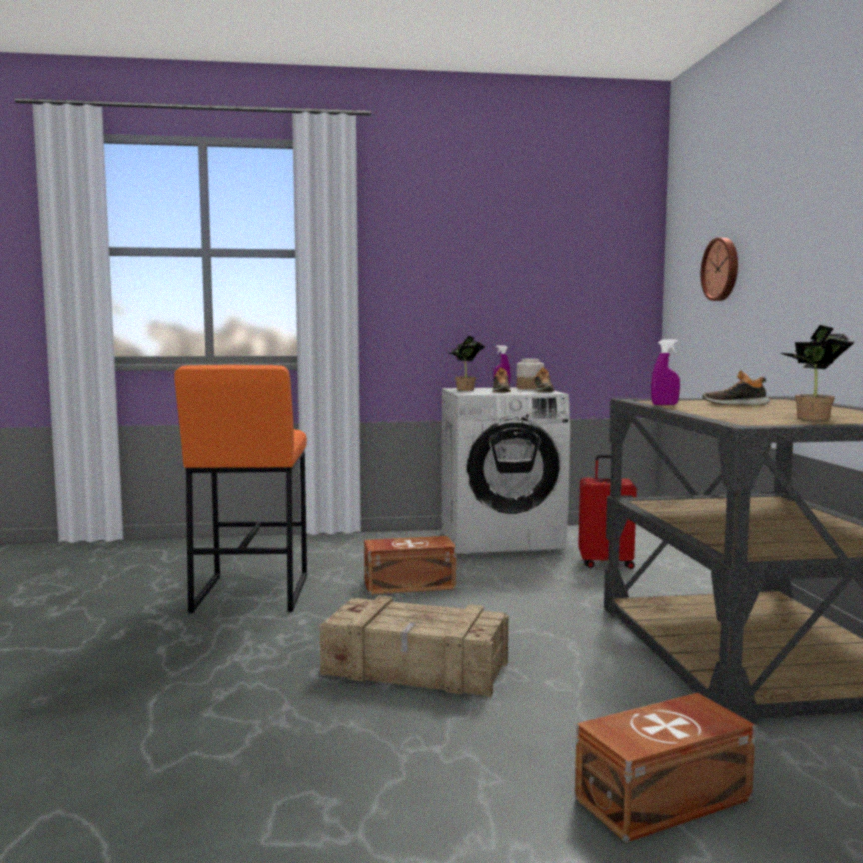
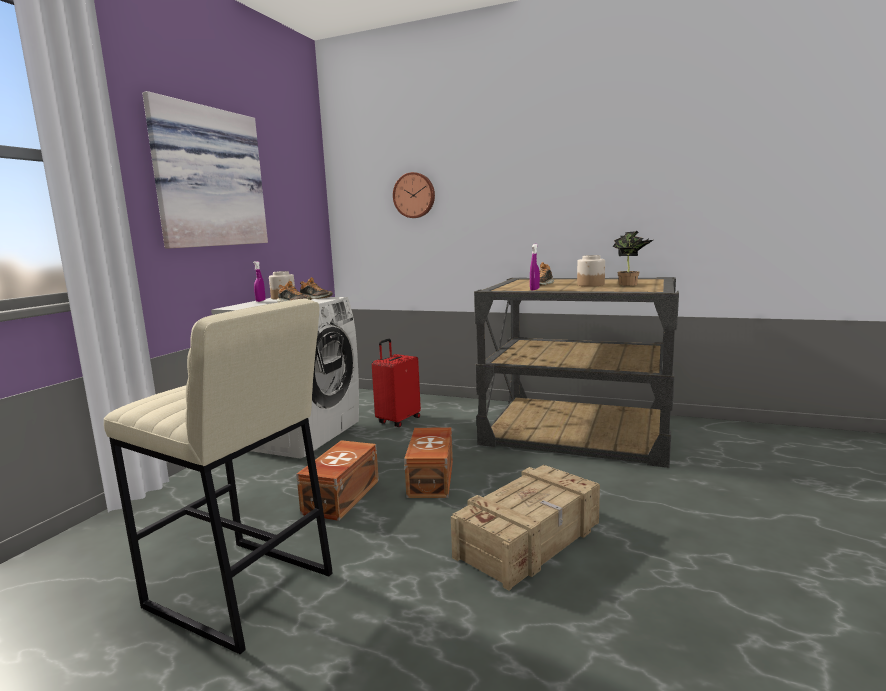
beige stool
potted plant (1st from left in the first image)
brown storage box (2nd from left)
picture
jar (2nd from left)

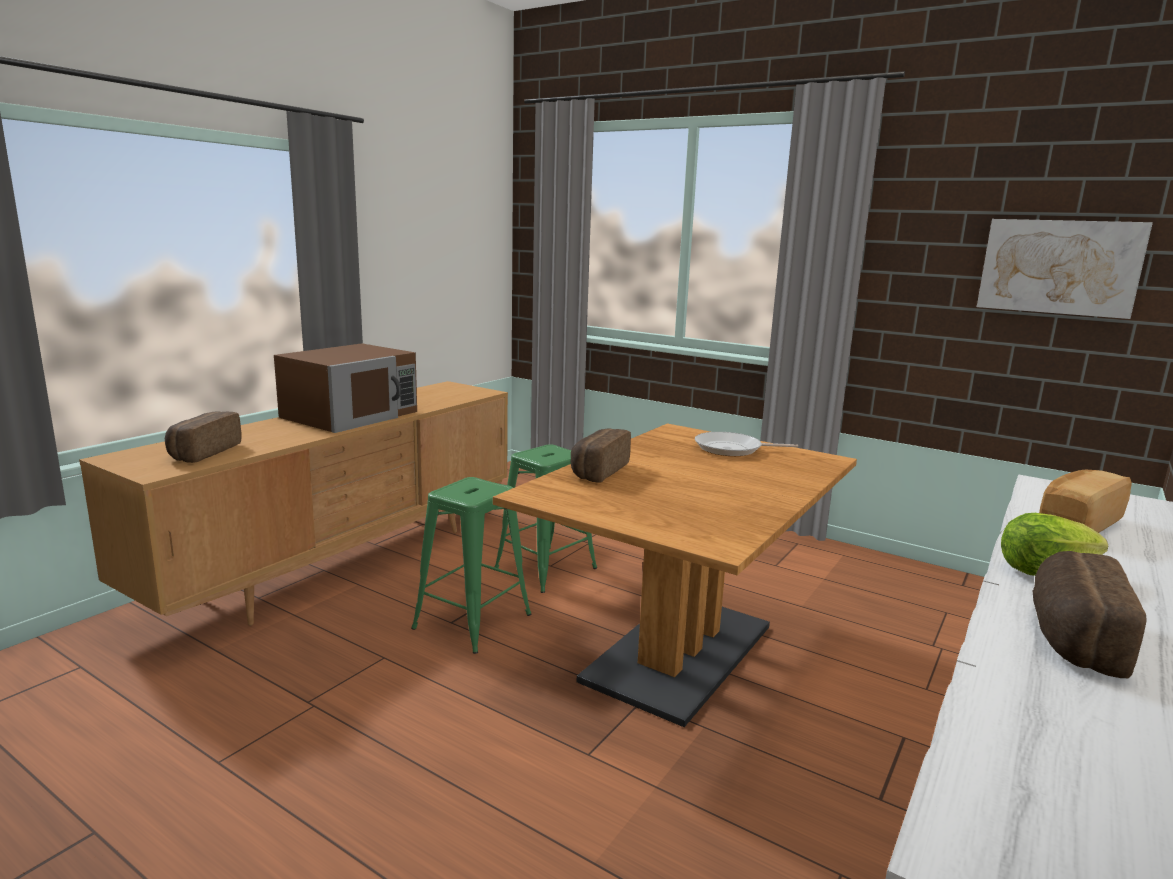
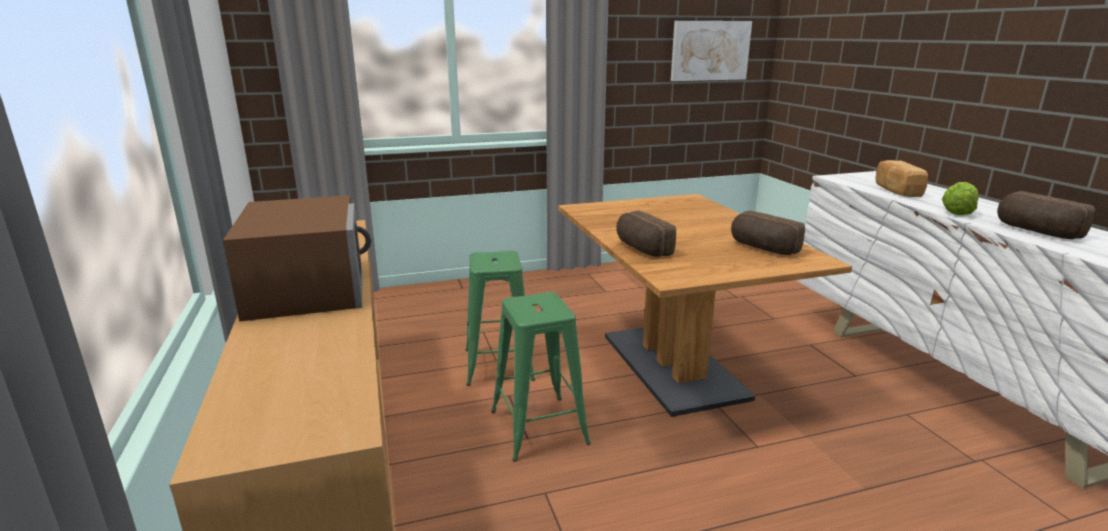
bread (2nd from left)
frying pan

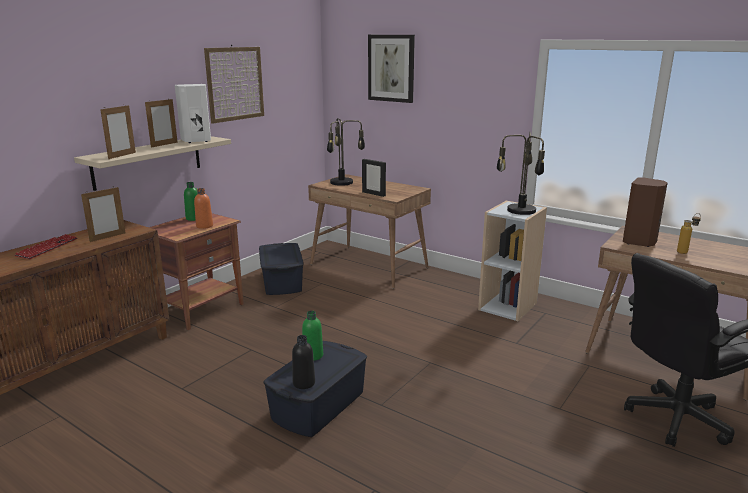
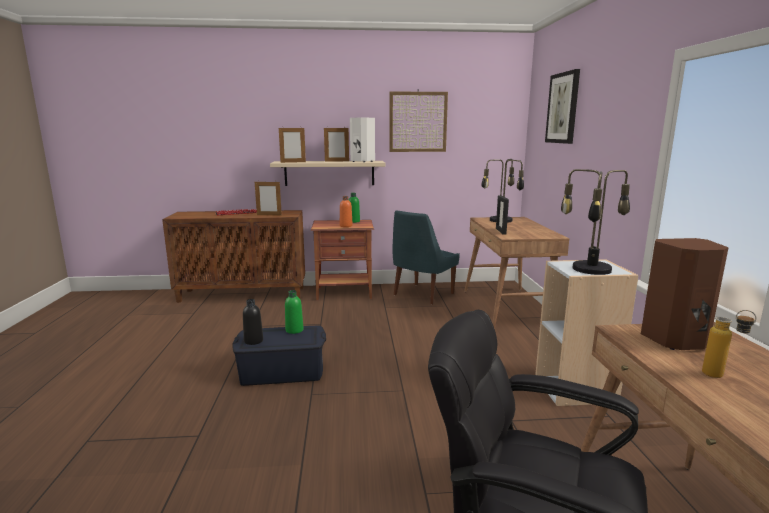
blue chair

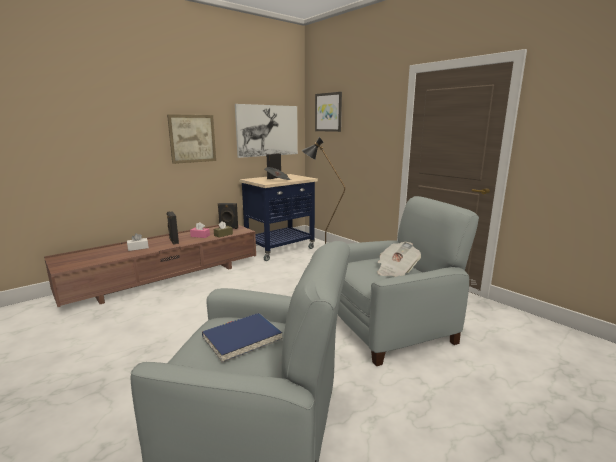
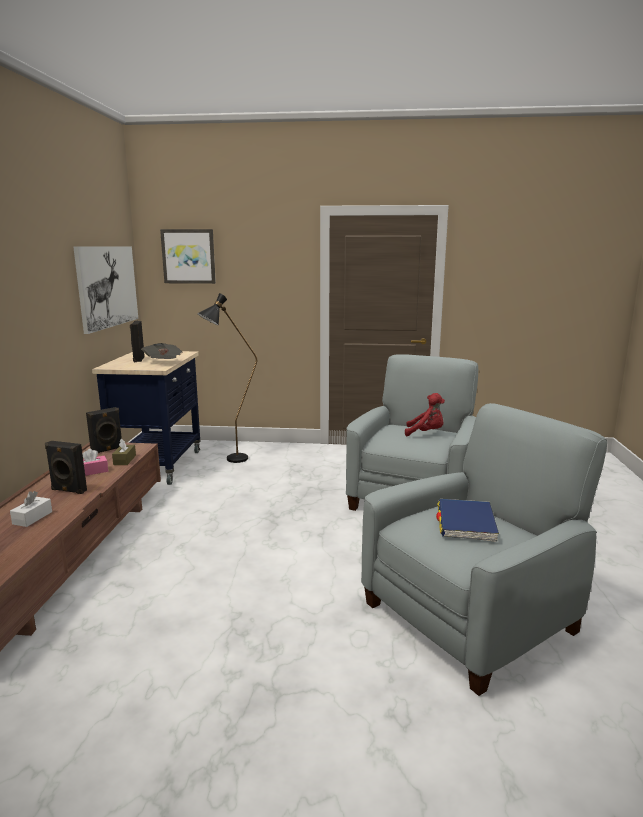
picture (1st from left in the first image)
red plush toy

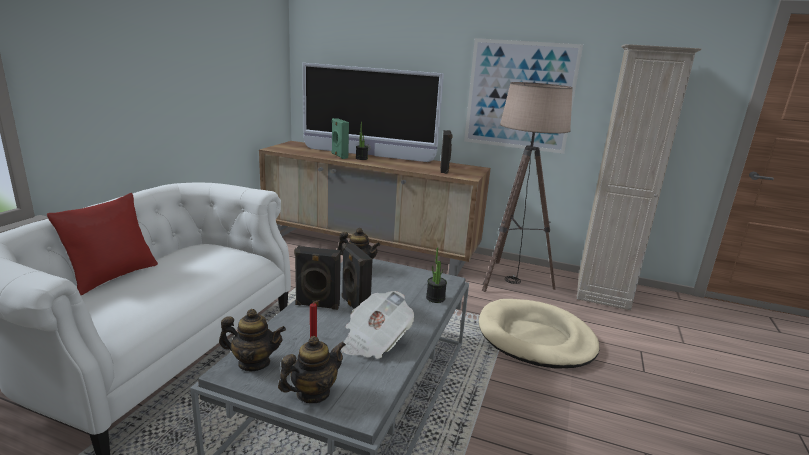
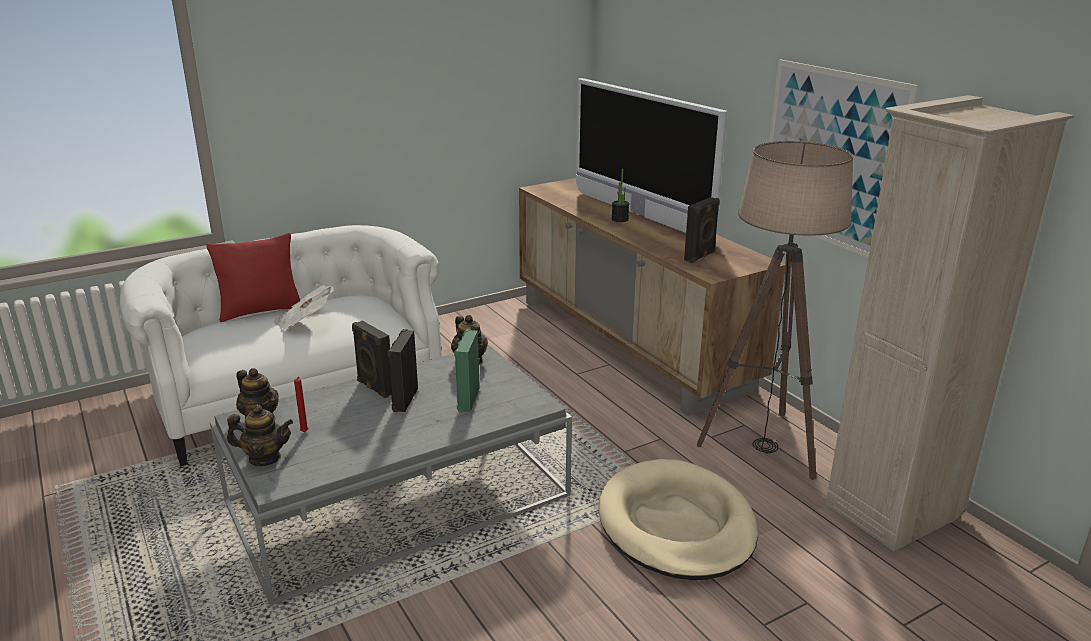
green speaker
newspaper
potted plant (2nd from left in the first image)

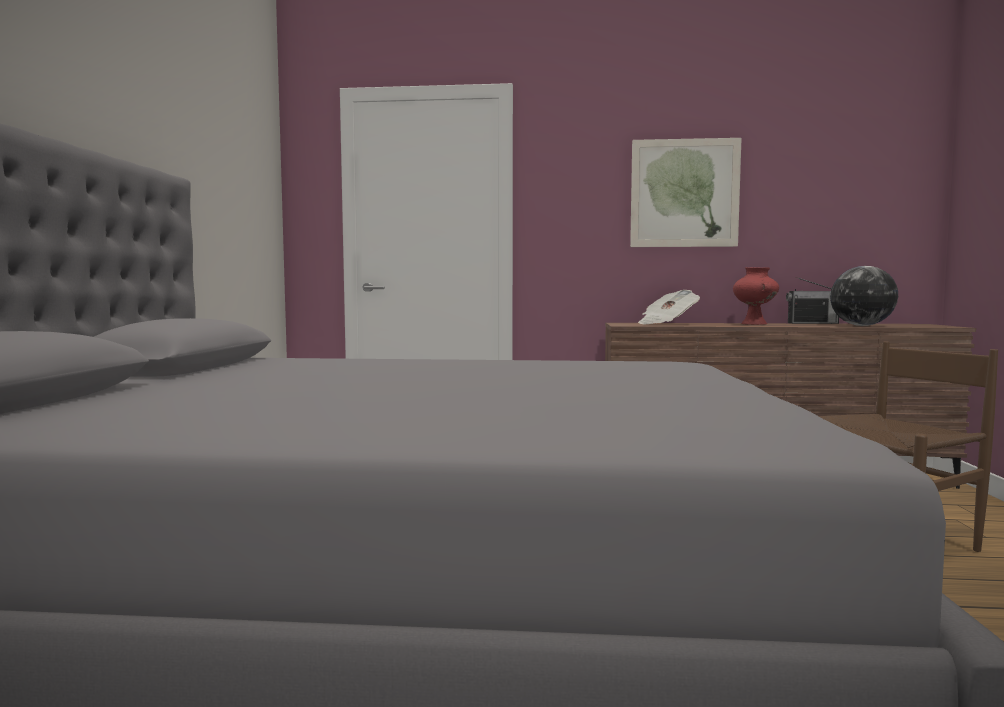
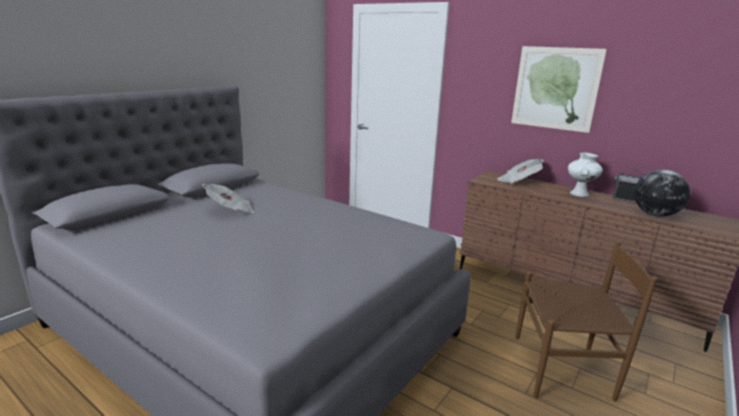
white vase
newspaper (1st from left)

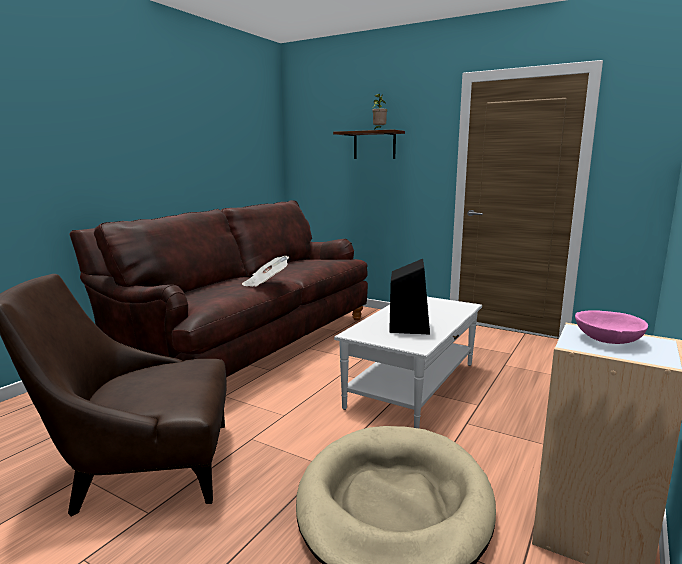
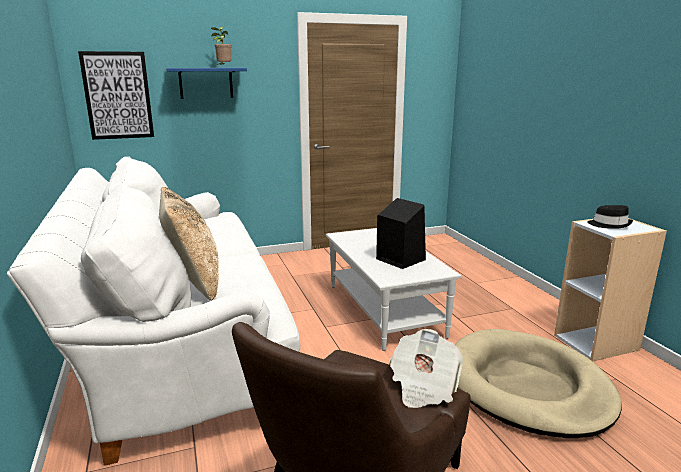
white sofa
newspaper
blue shelf
black hat
picture
beige pillow

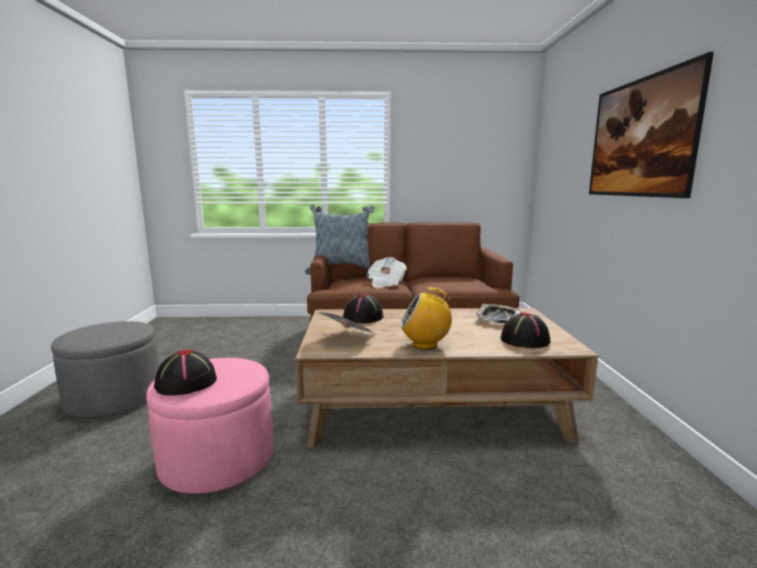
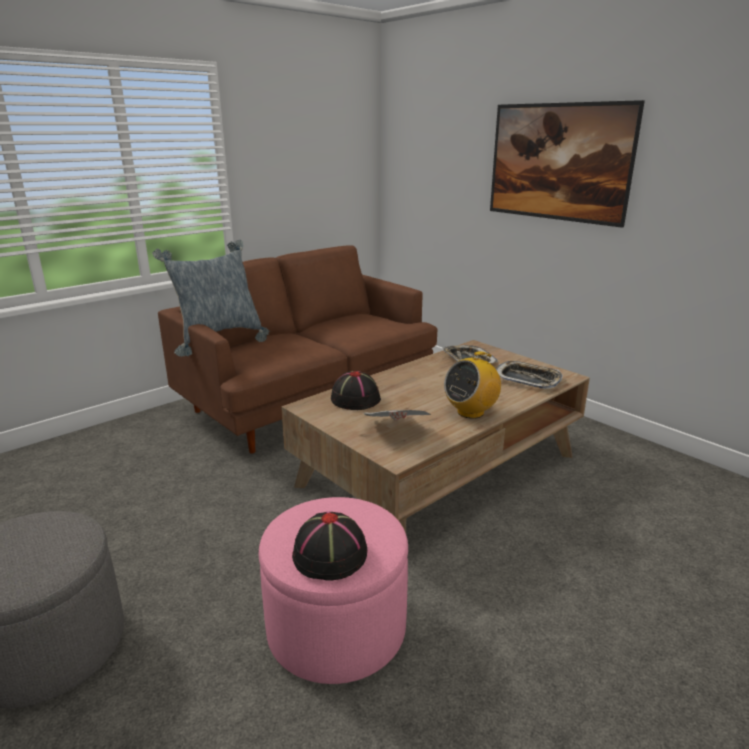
newspaper (2nd from left in the first image)
tray (2nd from left)

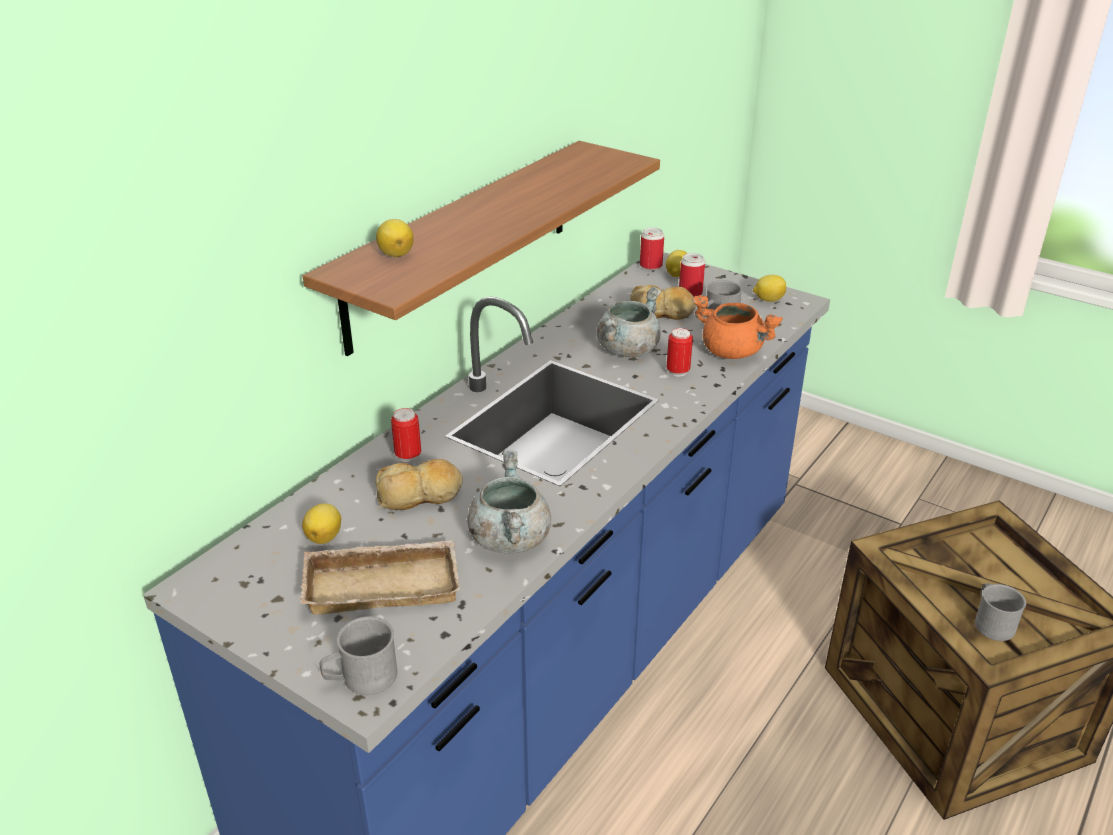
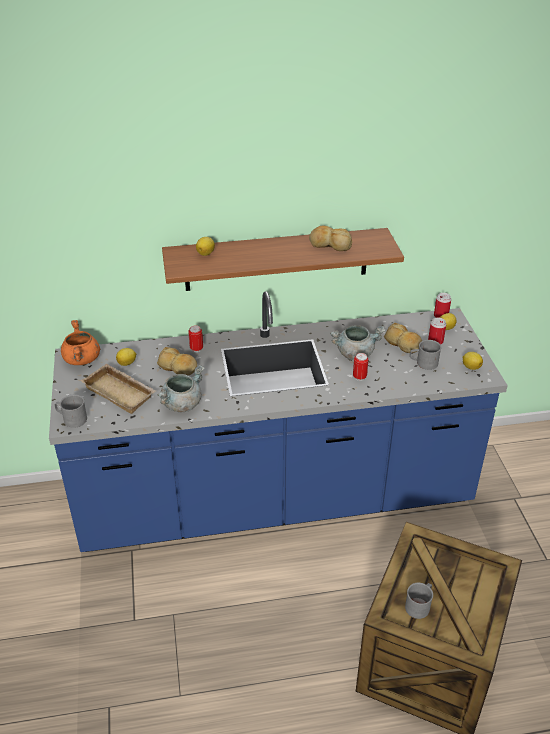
orange cooking pot
bread (2nd from left)

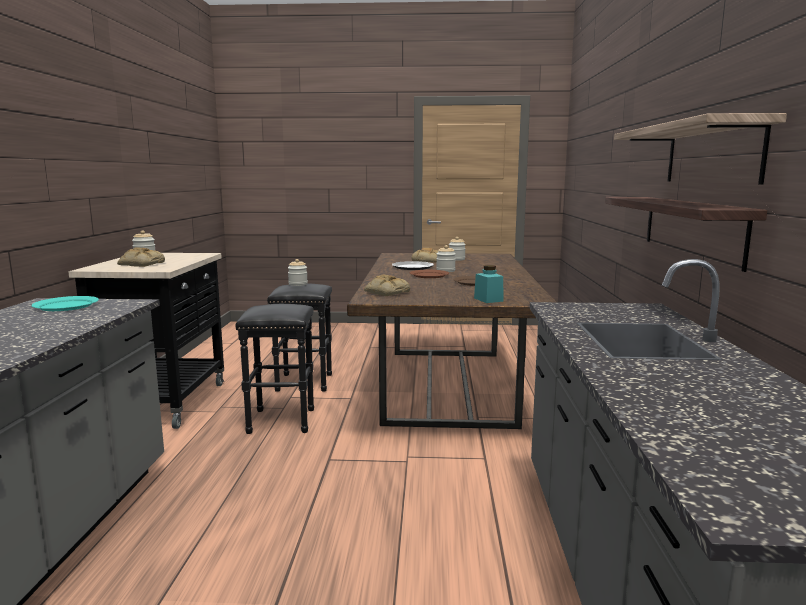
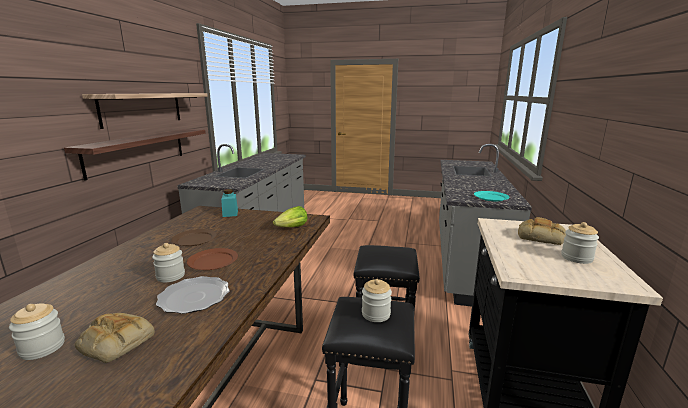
lettuce

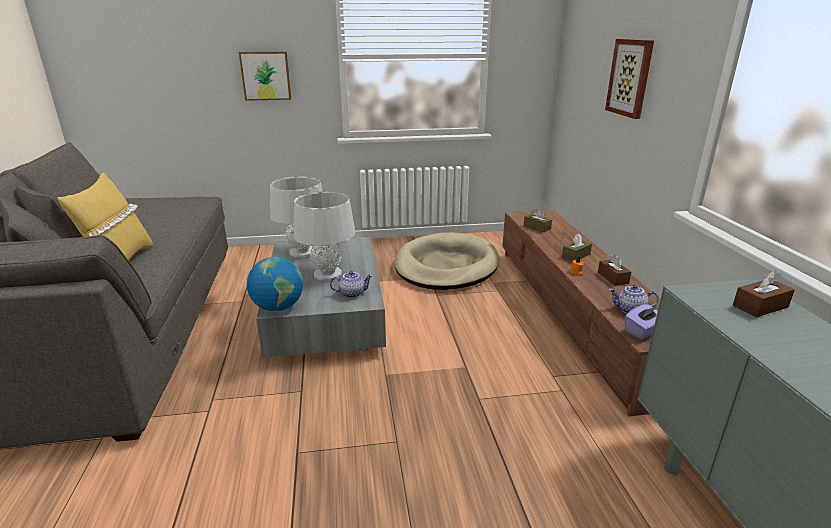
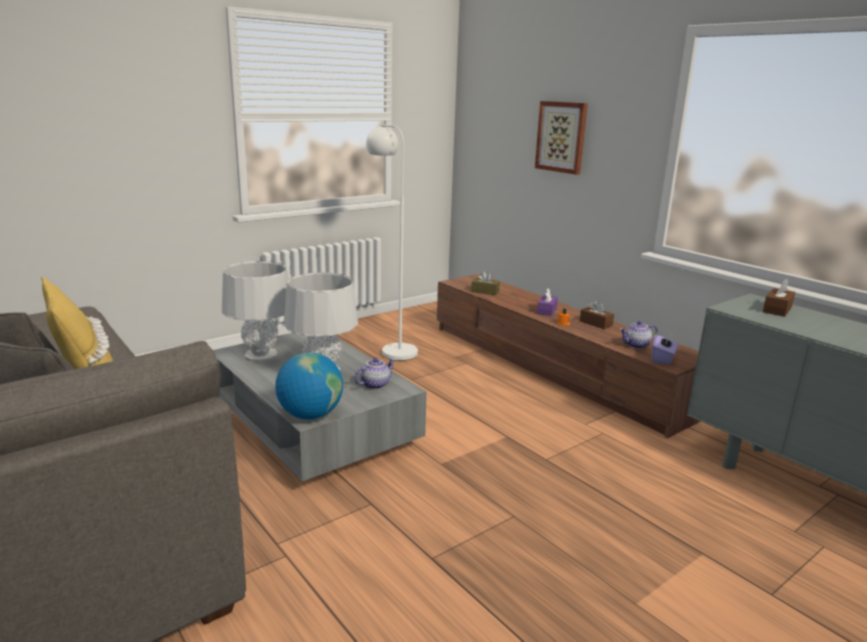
picture (1st from left in the first image)
white floor lamp
purple tissue box (1st from left)

